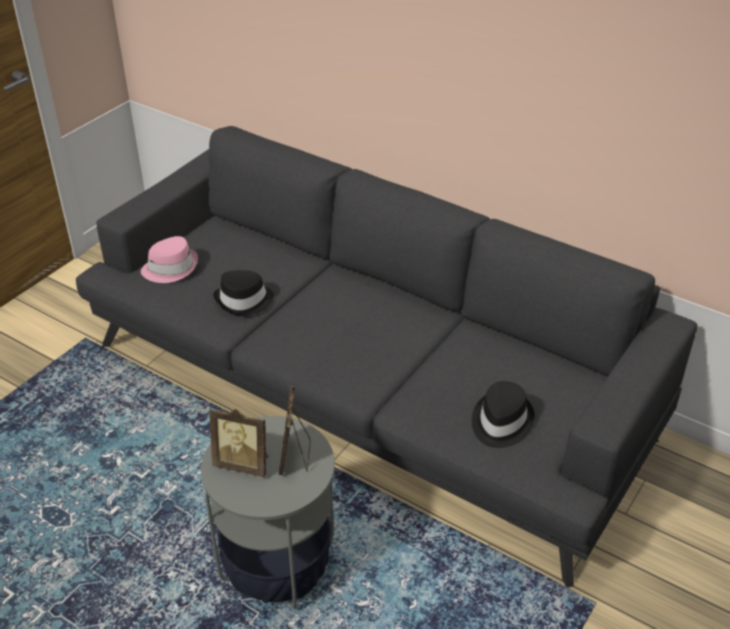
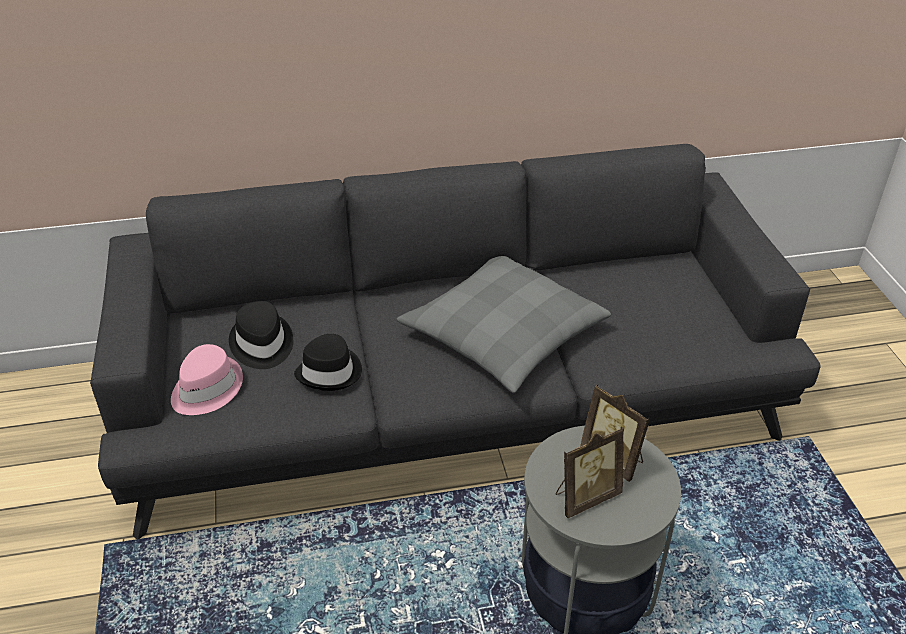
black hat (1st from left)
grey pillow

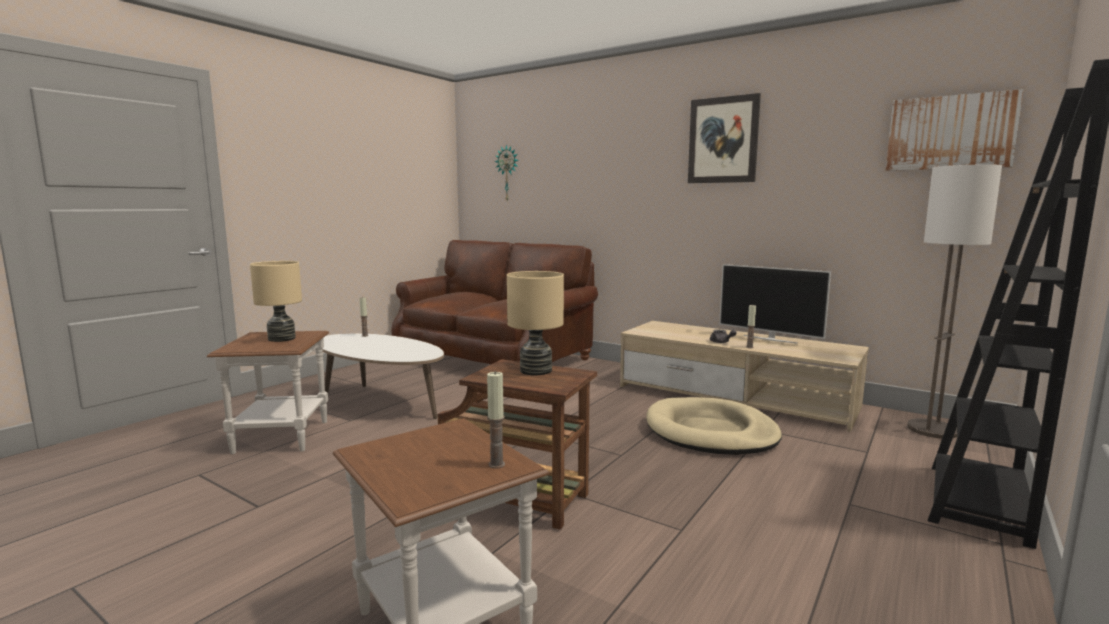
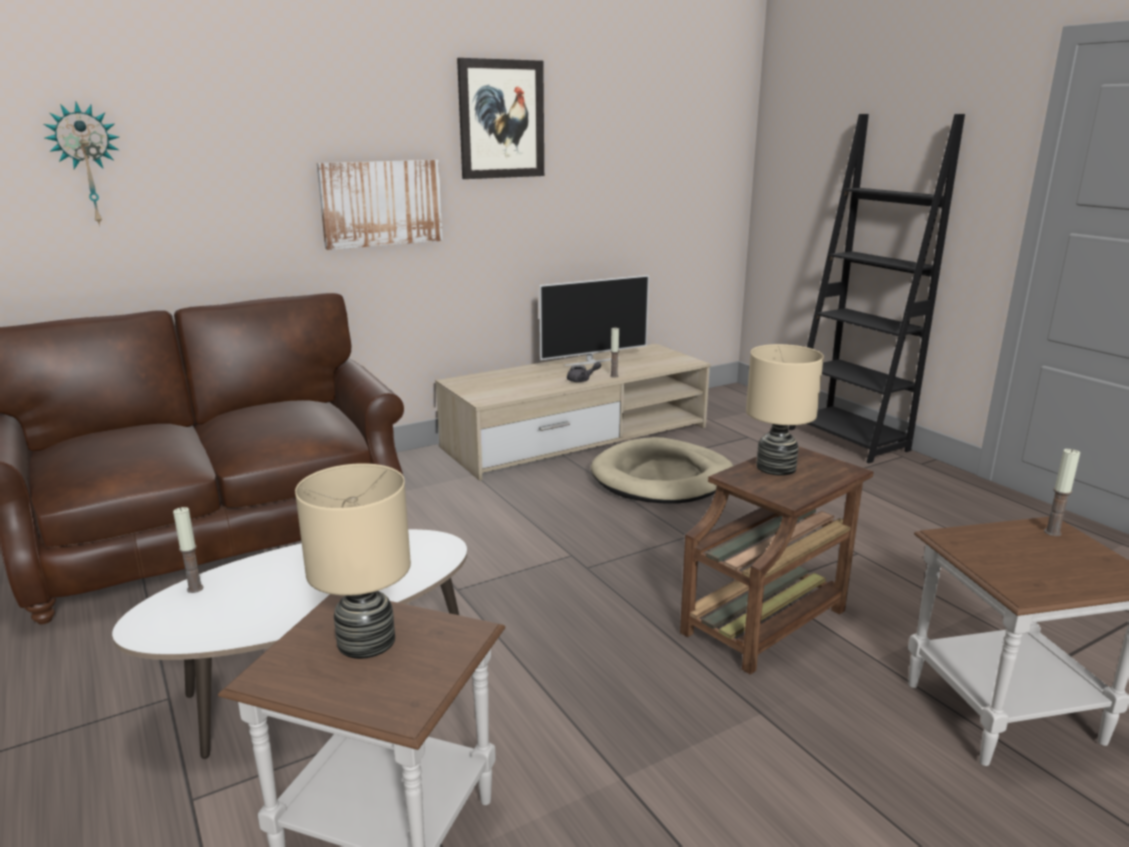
picture (1st from left)
floor lamp

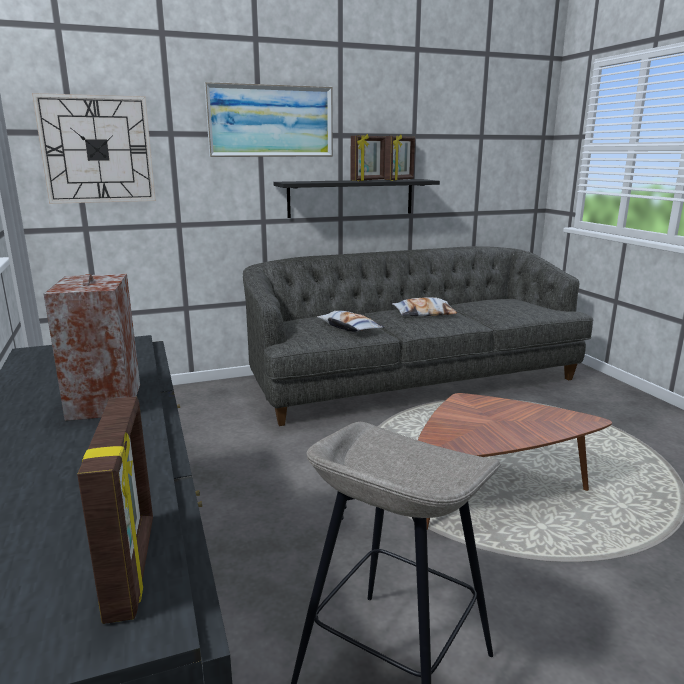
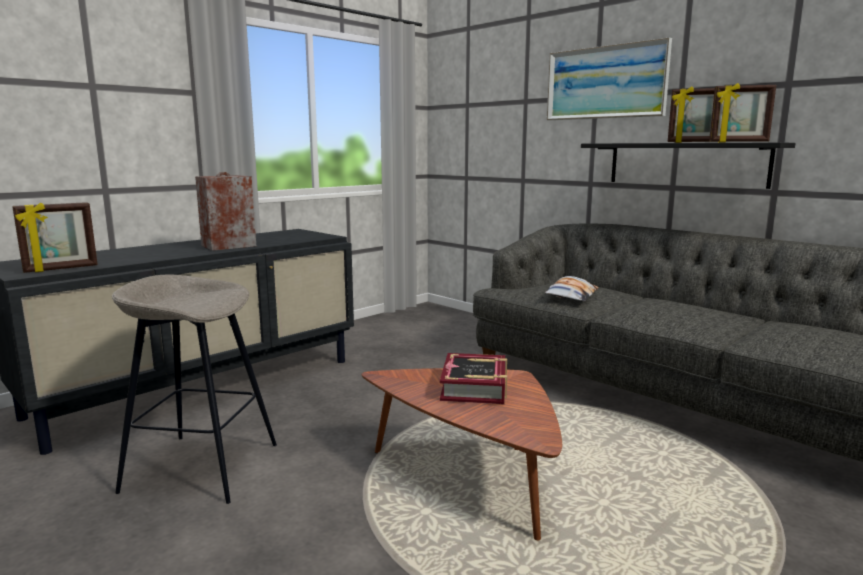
wall clock
pillow (2nd from left in the first image)
book

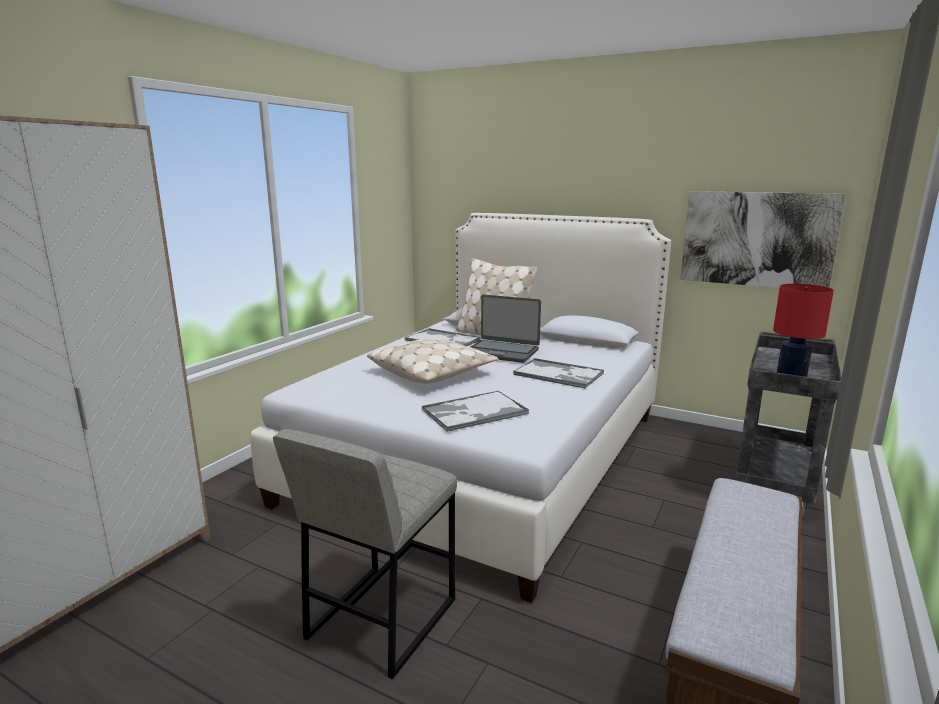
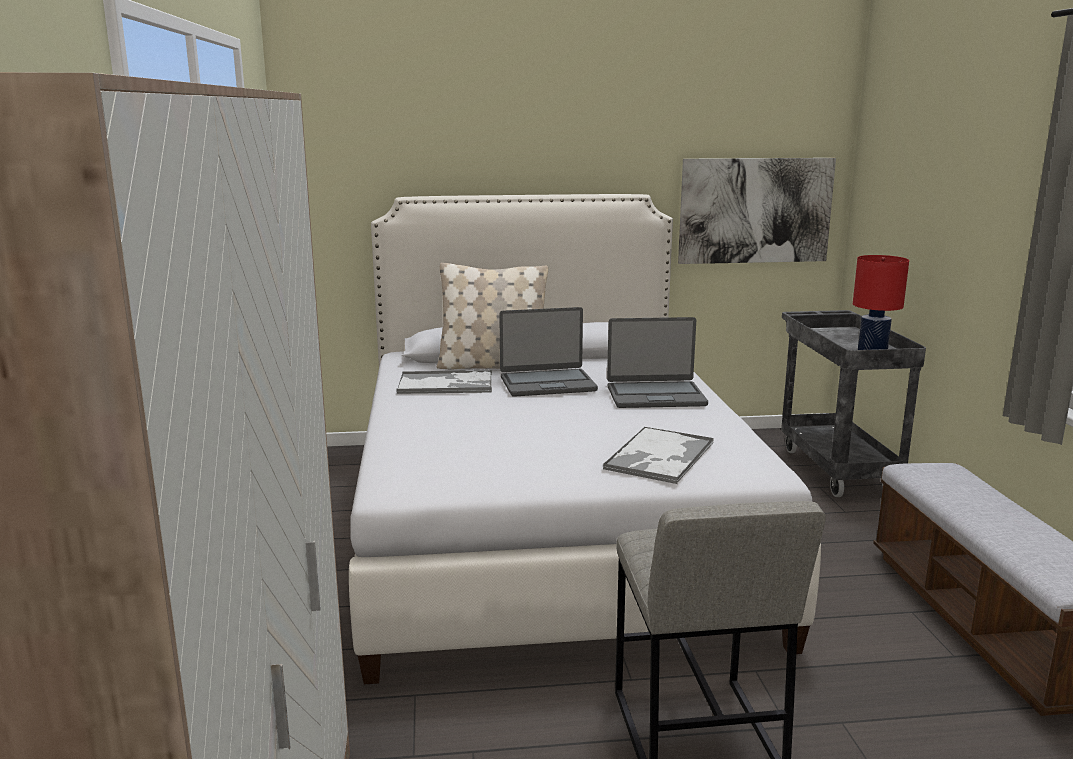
beige pillow (1st from left in the first image)
laptop (2nd from left)

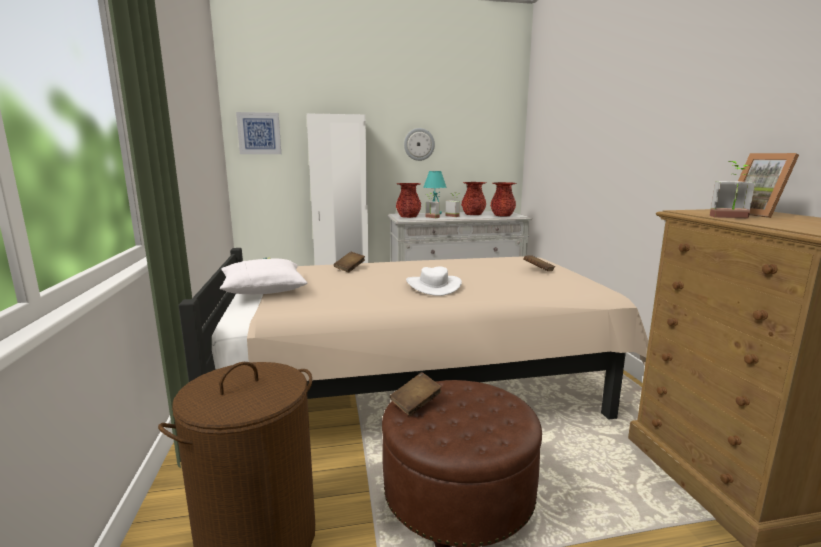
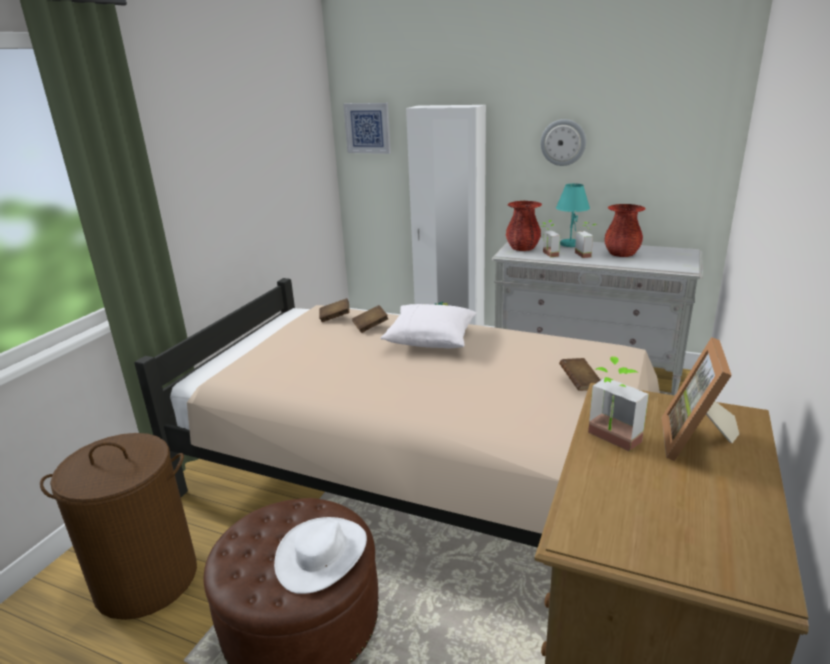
white pillow
brown book (1st from left)
white hat
red vase (3rd from left in the first image)

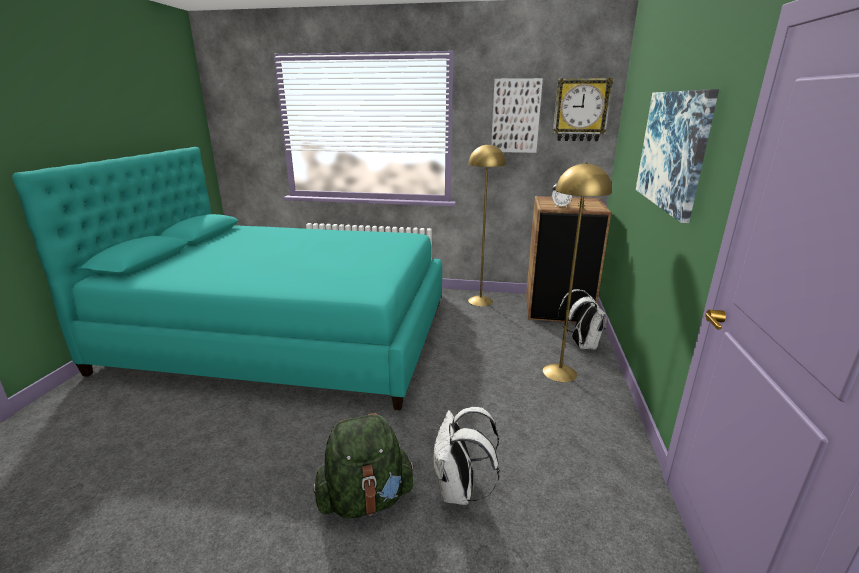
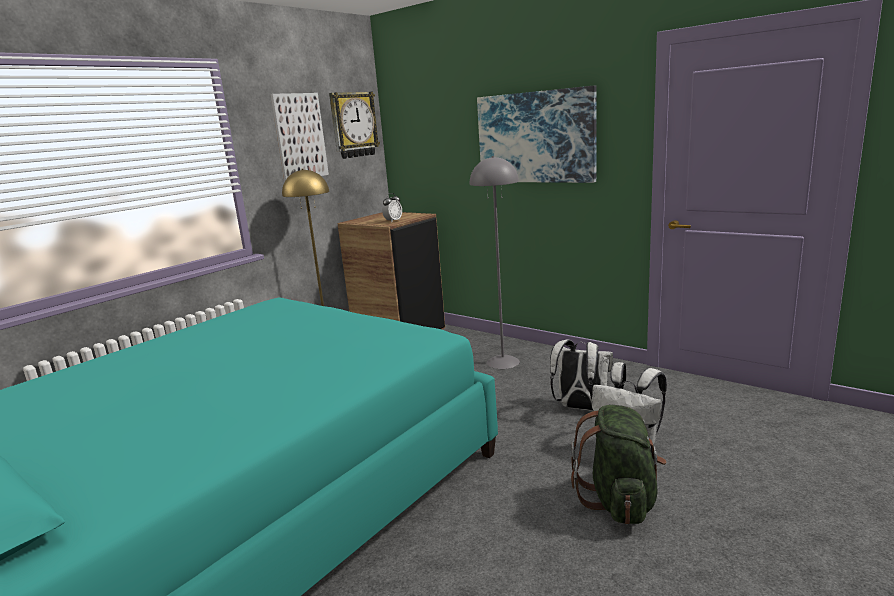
grey floor lamp
white backpack (1st from left)

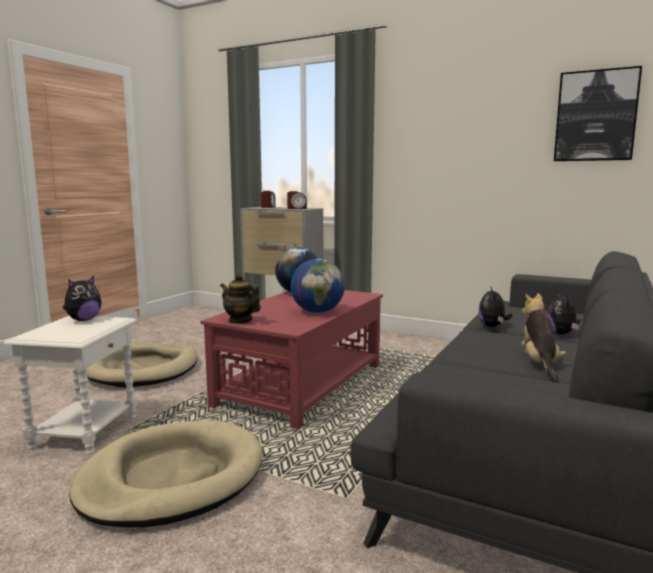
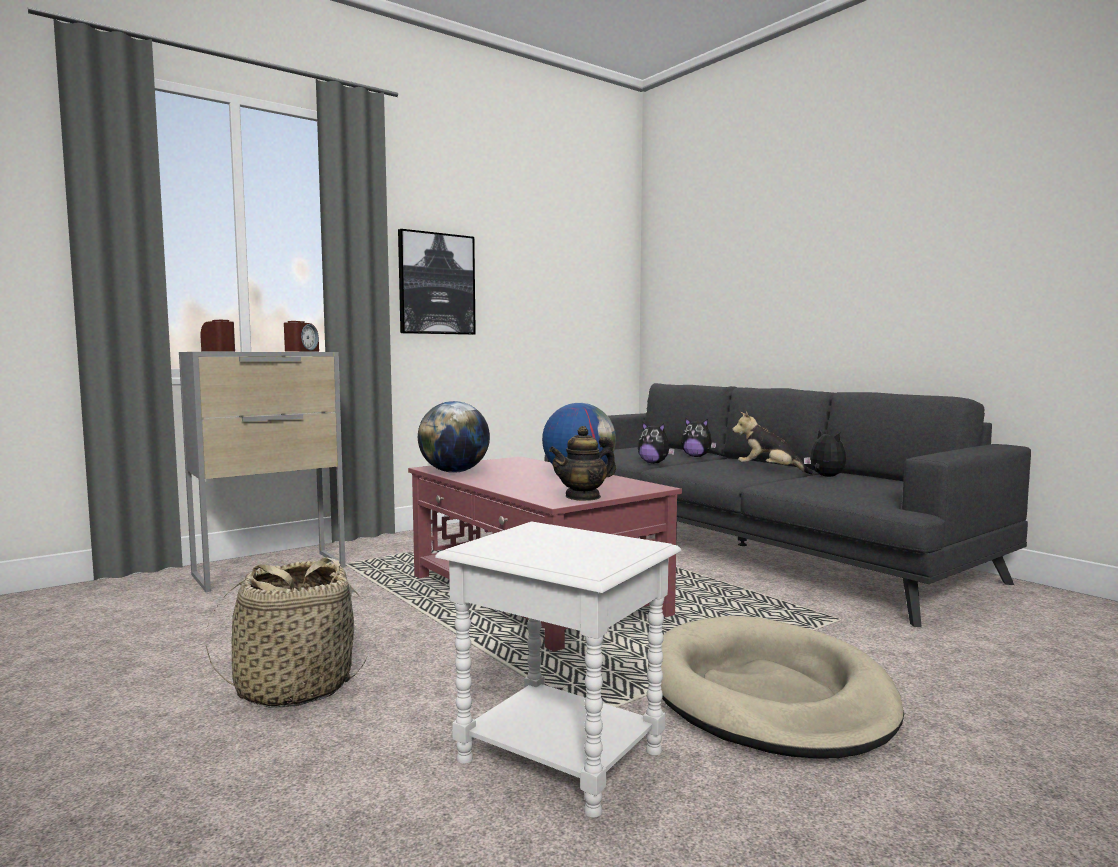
plush toy (4th from left)
basket
picture

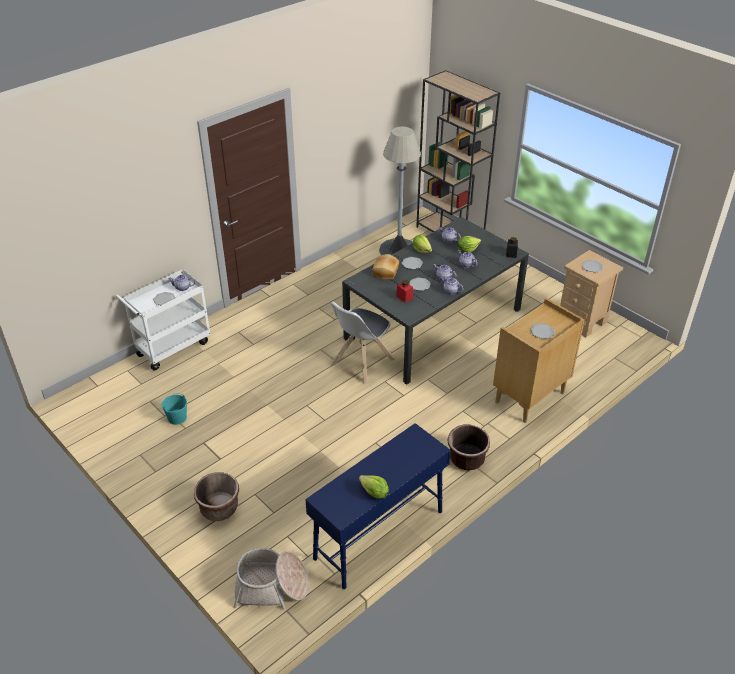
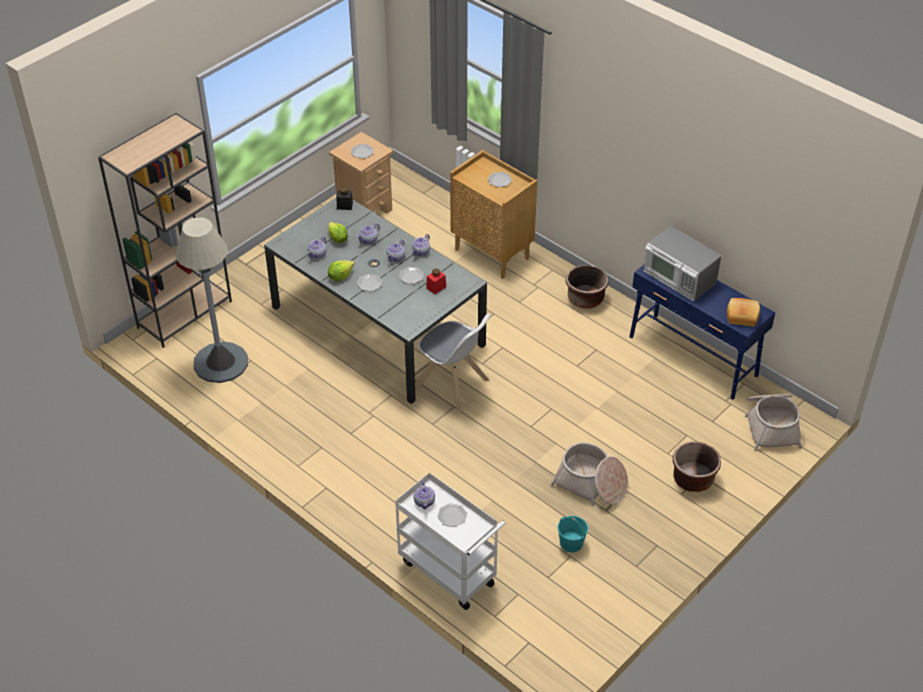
lettuce (1st from left in the first image)
bread
basket (1st from left)
microwave

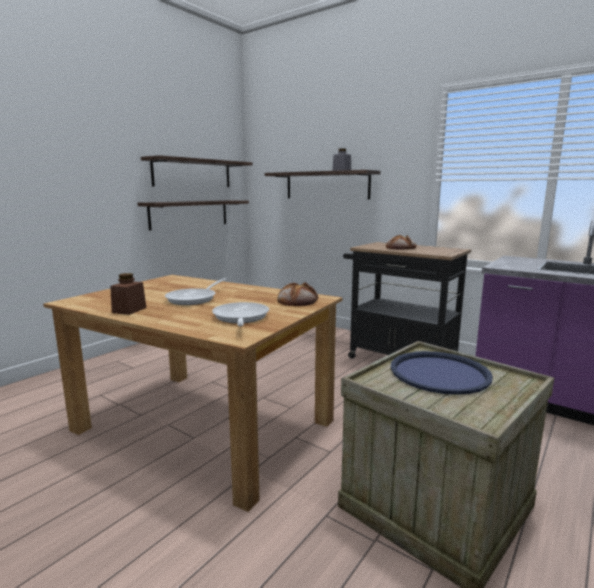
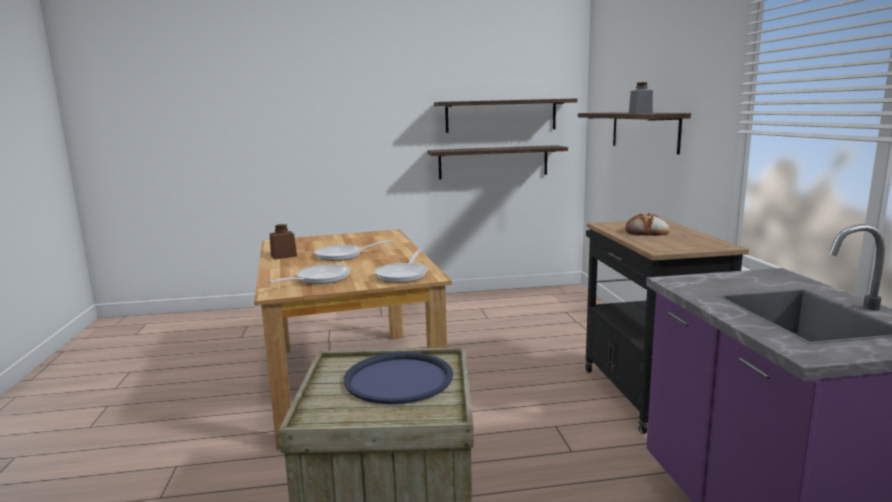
frying pan (3rd from left)

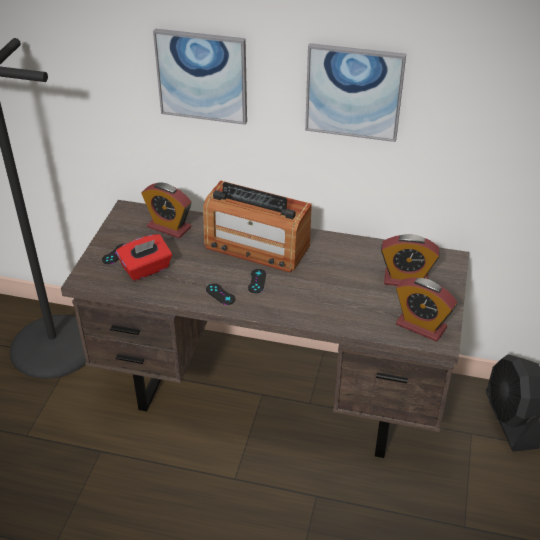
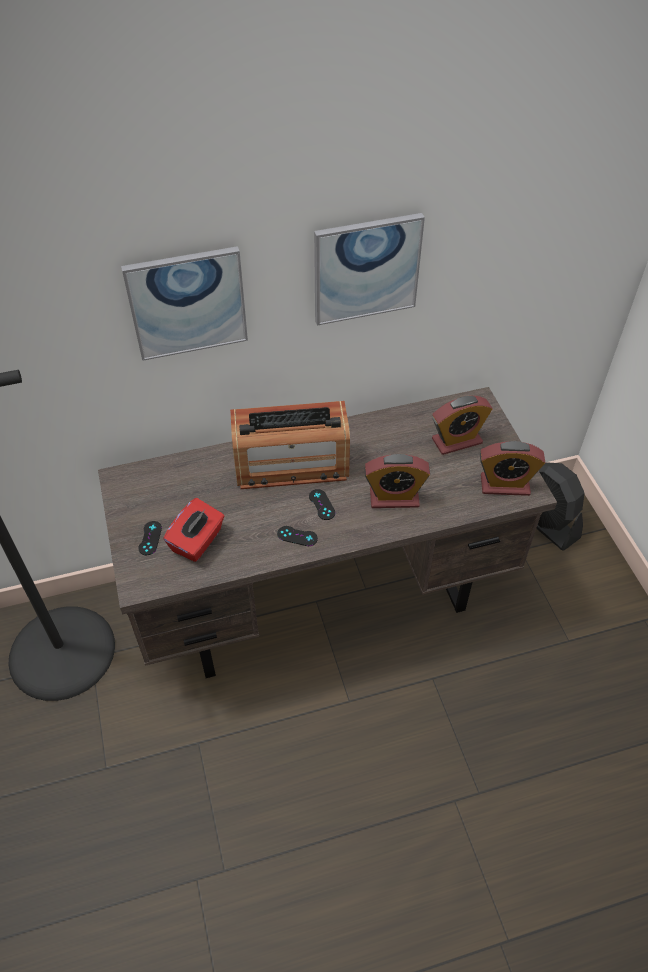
alarm clock (1st from left)

